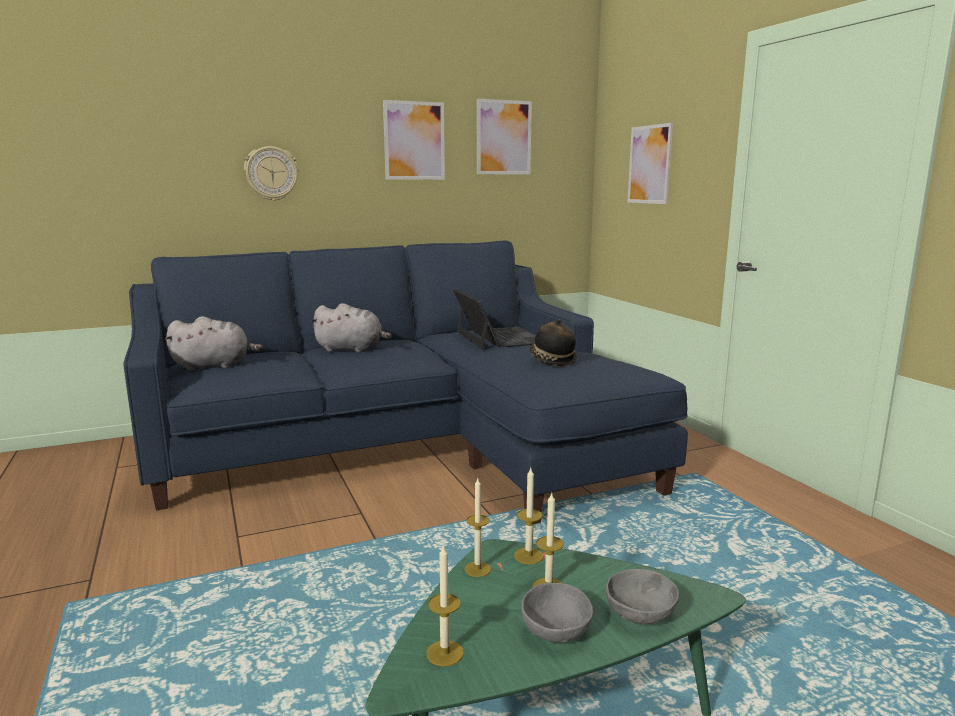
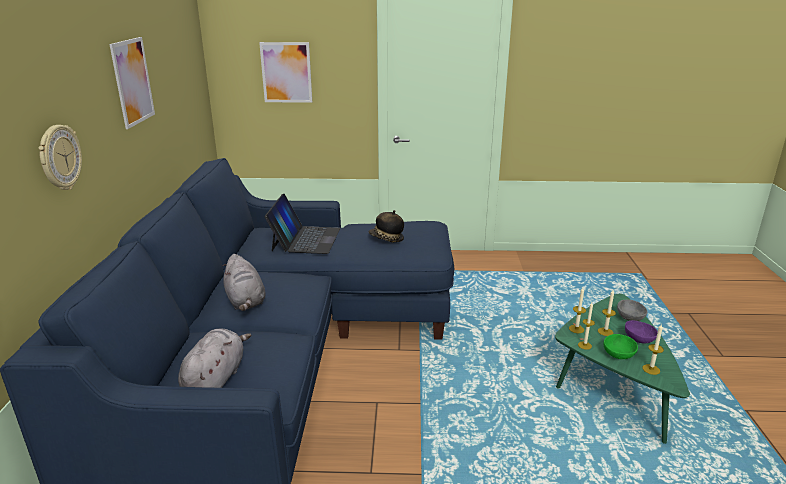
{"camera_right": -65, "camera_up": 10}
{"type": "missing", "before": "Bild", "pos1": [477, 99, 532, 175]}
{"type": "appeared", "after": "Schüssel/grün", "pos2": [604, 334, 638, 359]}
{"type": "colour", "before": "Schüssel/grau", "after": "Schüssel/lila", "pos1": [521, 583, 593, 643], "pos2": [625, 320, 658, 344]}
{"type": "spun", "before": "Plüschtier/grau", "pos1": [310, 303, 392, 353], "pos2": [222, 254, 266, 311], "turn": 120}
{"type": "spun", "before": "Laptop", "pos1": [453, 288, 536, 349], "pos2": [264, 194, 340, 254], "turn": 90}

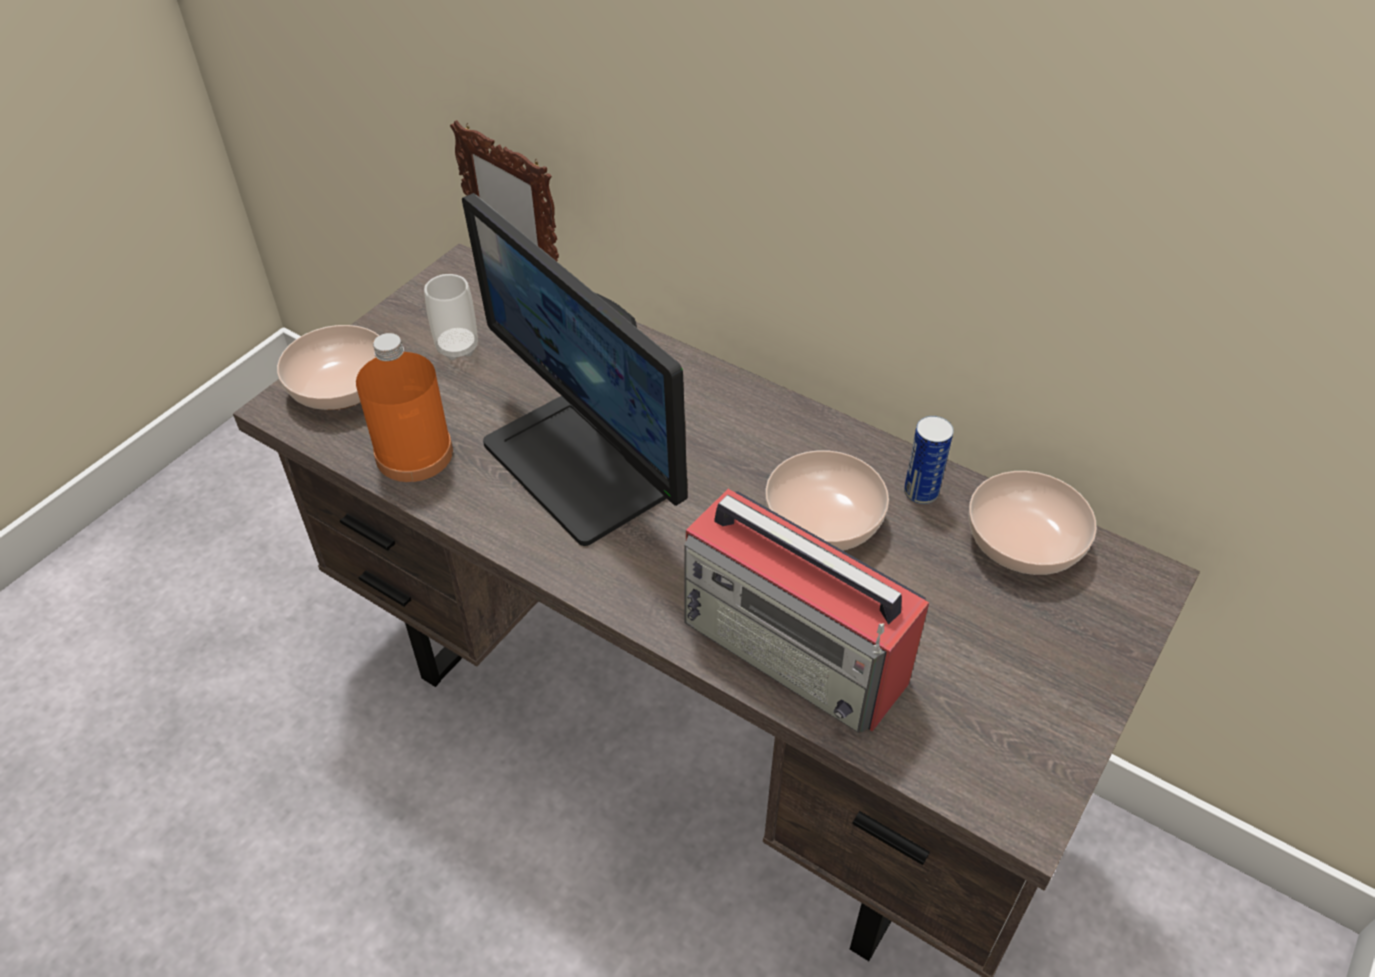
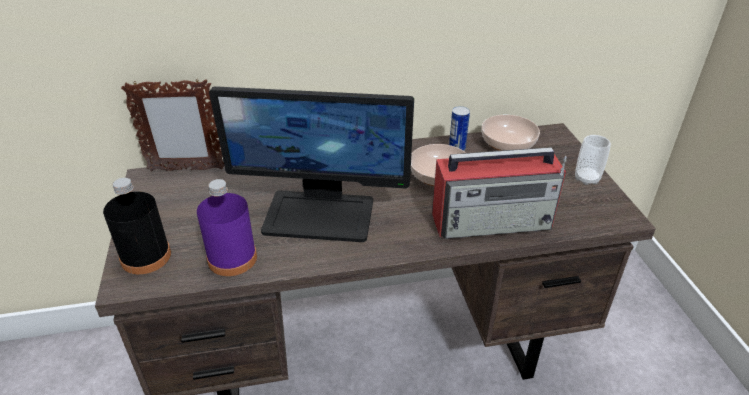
{"camera_right": -45, "camera_up": -10}
{"type": "relocated", "before": "Tasse", "pos1": [424, 274, 478, 360], "pos2": [575, 135, 611, 185]}
{"type": "exchanged", "before": "Schüssel", "after": "Flasche/schwarz", "pos1": [277, 325, 380, 410], "pos2": [103, 178, 171, 274]}
{"type": "colour", "before": "Flasche/orange", "after": "Flasche/lila", "pos1": [356, 333, 453, 482], "pos2": [197, 179, 257, 276]}

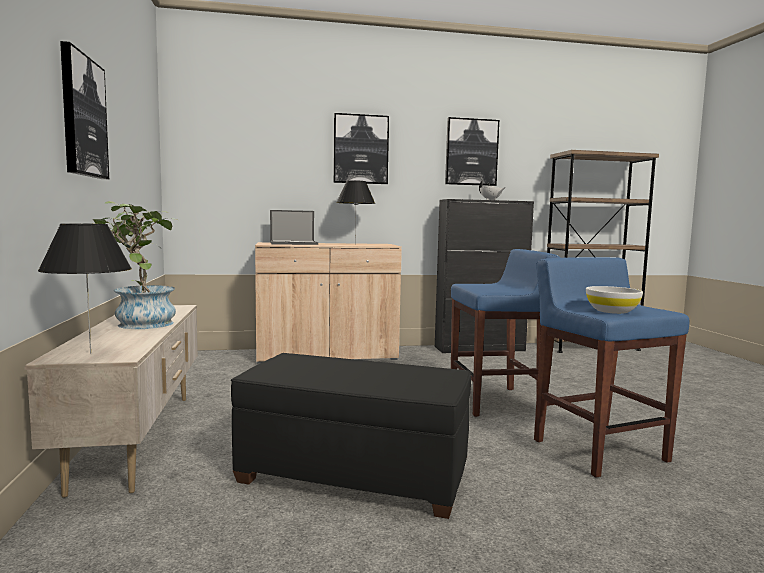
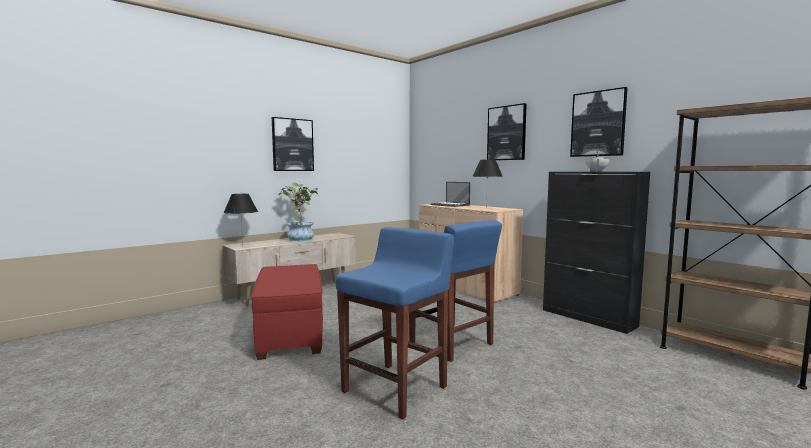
{"camera_right": 60, "camera_up": 0}
{"type": "missing", "before": "Schüssel/weiß", "pos1": [586, 286, 643, 314]}
{"type": "colour", "before": "Polsterhocker/schwarz", "after": "Polsterhocker/rot", "pos1": [231, 353, 471, 519], "pos2": [251, 264, 323, 360]}

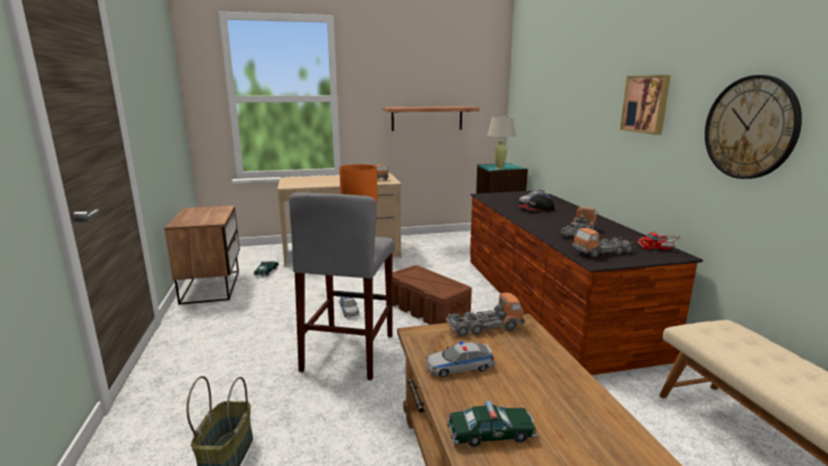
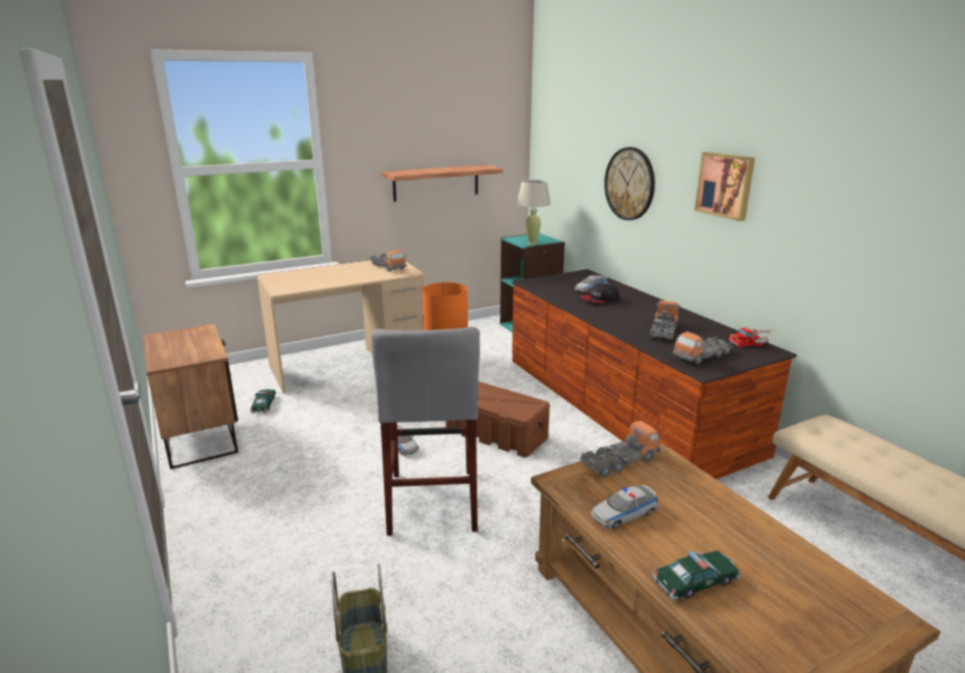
{"camera_right": -15, "camera_up": 5}
{"type": "relocated", "before": "Wanduhr", "pos1": [705, 75, 802, 179], "pos2": [604, 147, 655, 220]}

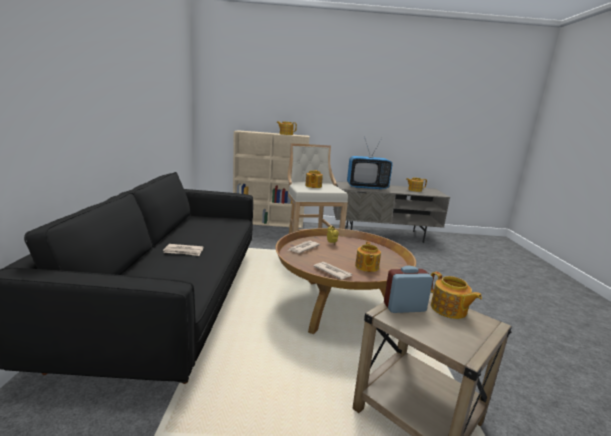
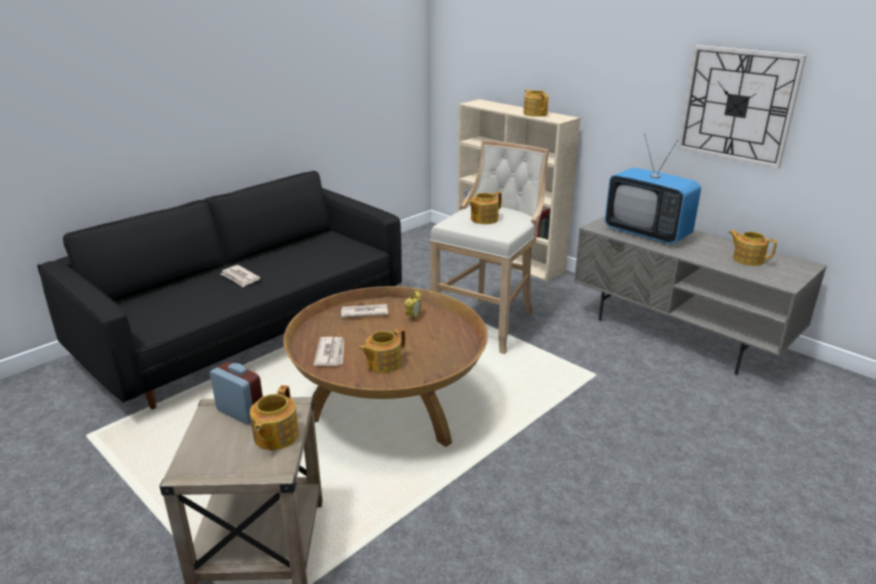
{"camera_right": 45, "camera_up": 10}
{"type": "appeared", "after": "Wanduhr", "pos2": [678, 45, 807, 169]}

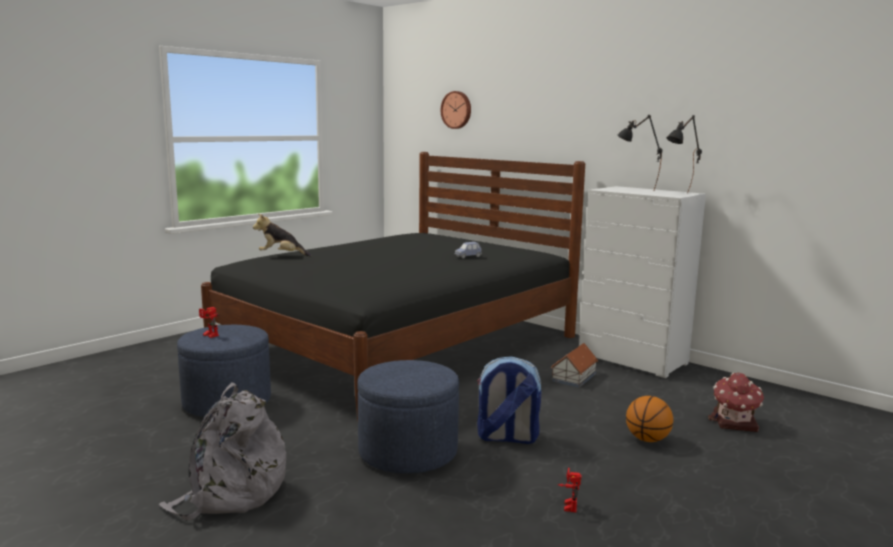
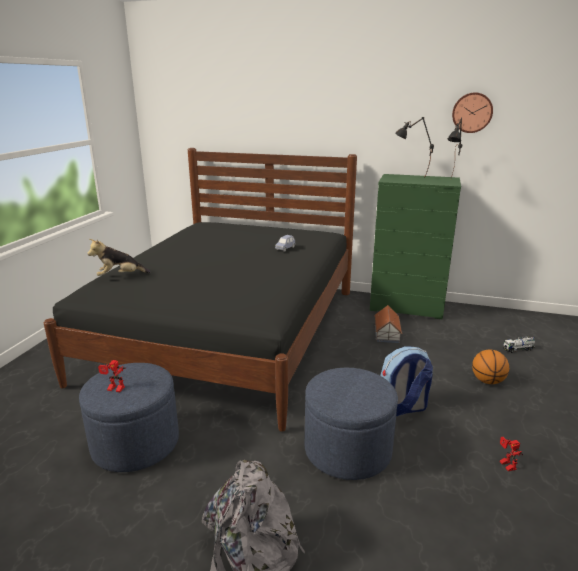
{"camera_right": -25, "camera_up": 10}
{"type": "relocated", "before": "Wanduhr", "pos1": [441, 91, 471, 129], "pos2": [452, 93, 493, 133]}
{"type": "exchanged", "before": "Spielzeughaus", "after": "Spielzeuglaster", "pos1": [708, 372, 764, 432], "pos2": [503, 336, 535, 353]}
{"type": "colour", "before": "Kommode/weiß", "after": "Kommode/grün", "pos1": [579, 186, 706, 378], "pos2": [370, 174, 461, 319]}

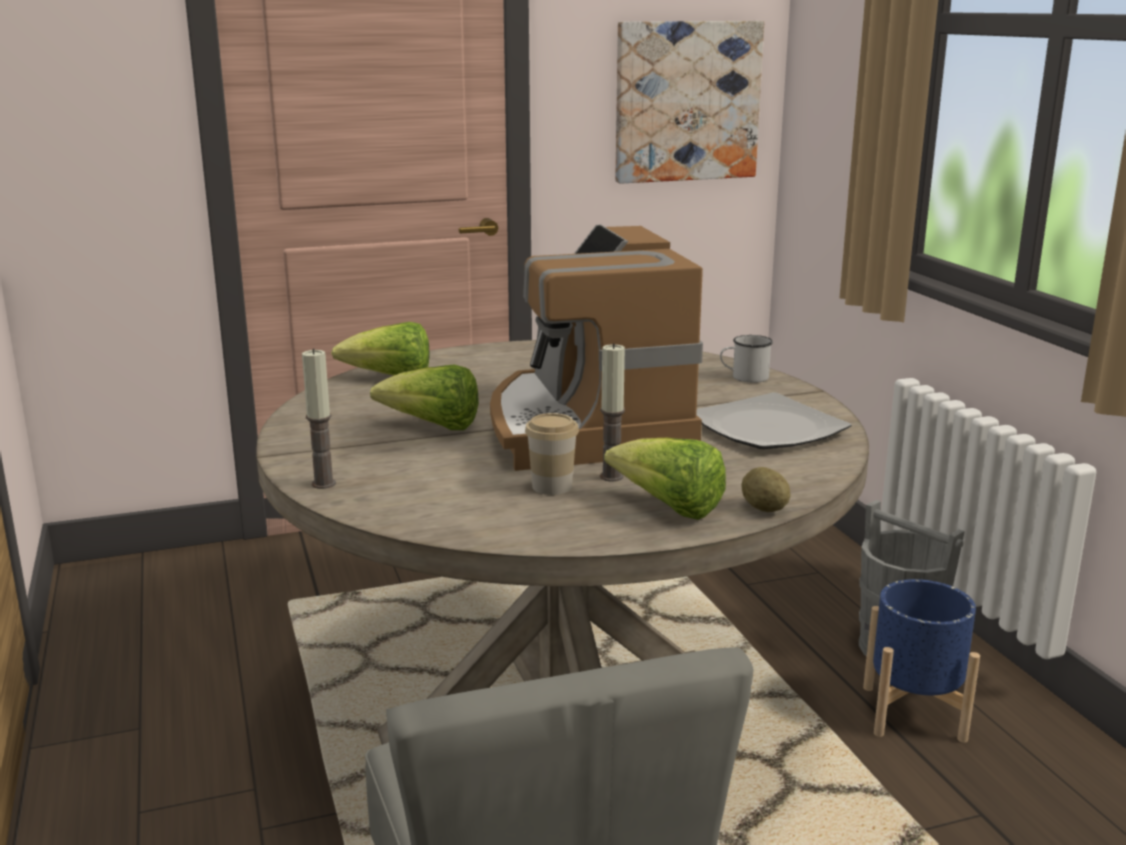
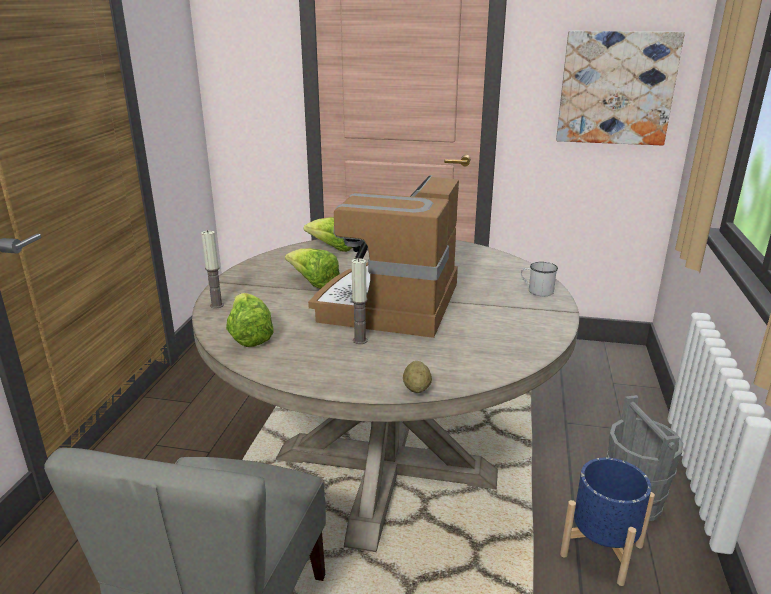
{"camera_right": 30, "camera_up": 5}
{"type": "missing", "before": "Tasse", "pos1": [525, 413, 579, 495]}
{"type": "missing", "before": "Teller", "pos1": [696, 392, 851, 449]}
{"type": "relocated", "before": "Salatkopf", "pos1": [604, 438, 726, 520], "pos2": [226, 293, 274, 347]}

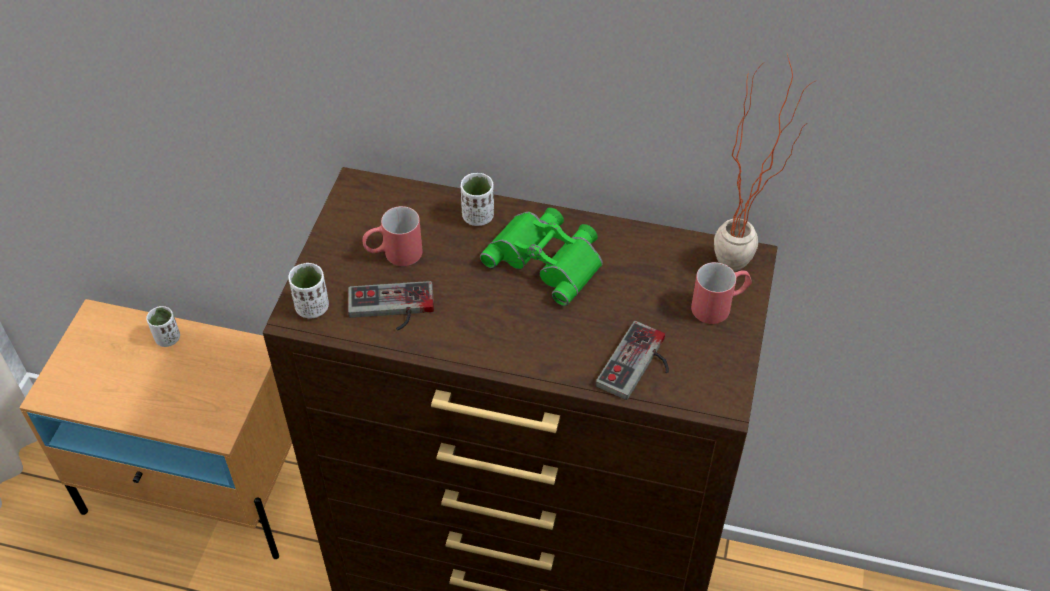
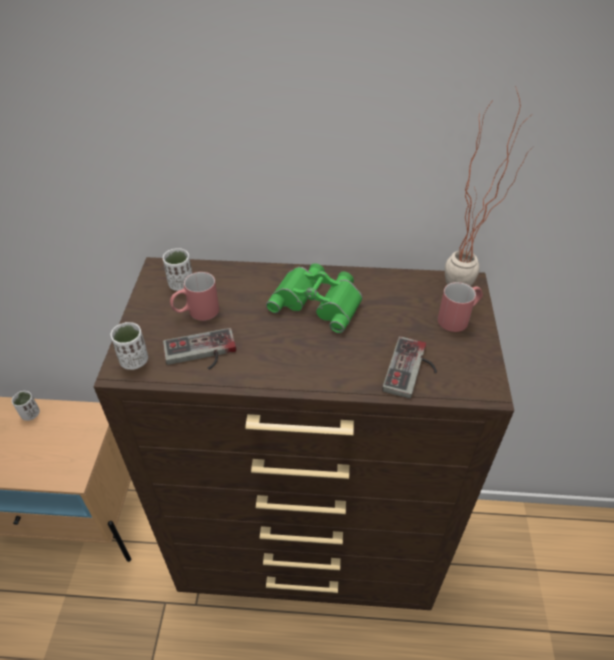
{"camera_right": -10, "camera_up": -5}
{"type": "relocated", "before": "Tasse/weiß", "pos1": [461, 173, 494, 226], "pos2": [163, 248, 192, 291]}

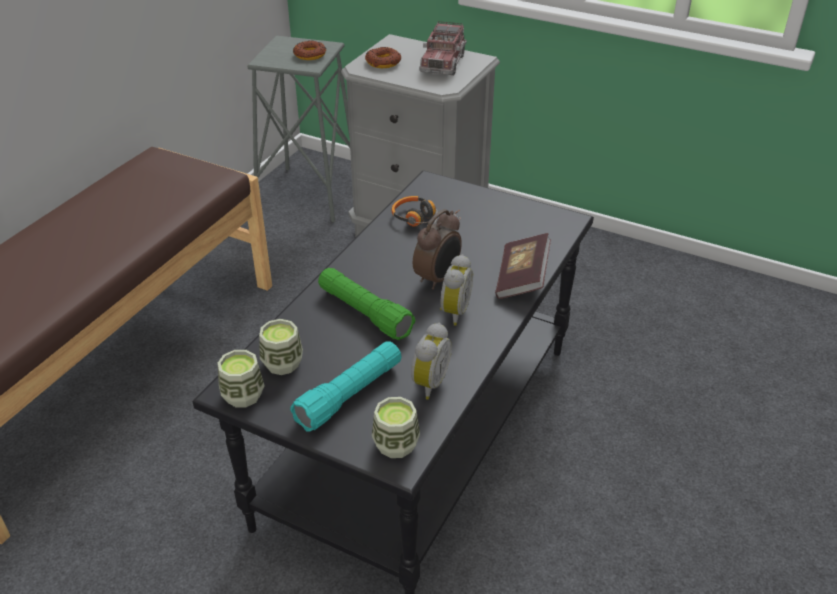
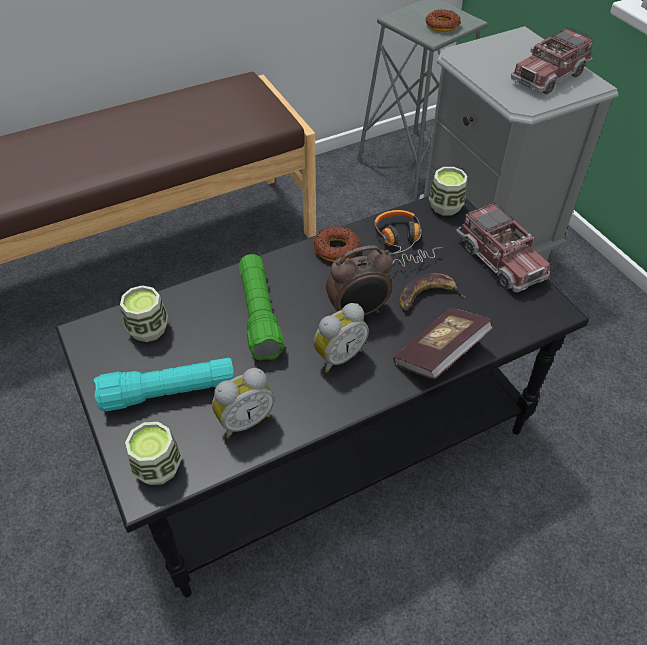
{"camera_right": 35, "camera_up": 10}
{"type": "appeared", "after": "Banane", "pos2": [399, 273, 465, 311]}
{"type": "appeared", "after": "Spielzeuglaster", "pos2": [456, 202, 550, 293]}
{"type": "relocated", "before": "Tasse", "pos1": [218, 350, 265, 407], "pos2": [429, 167, 467, 216]}
{"type": "relocated", "before": "Donut", "pos1": [365, 47, 401, 68], "pos2": [313, 226, 361, 262]}

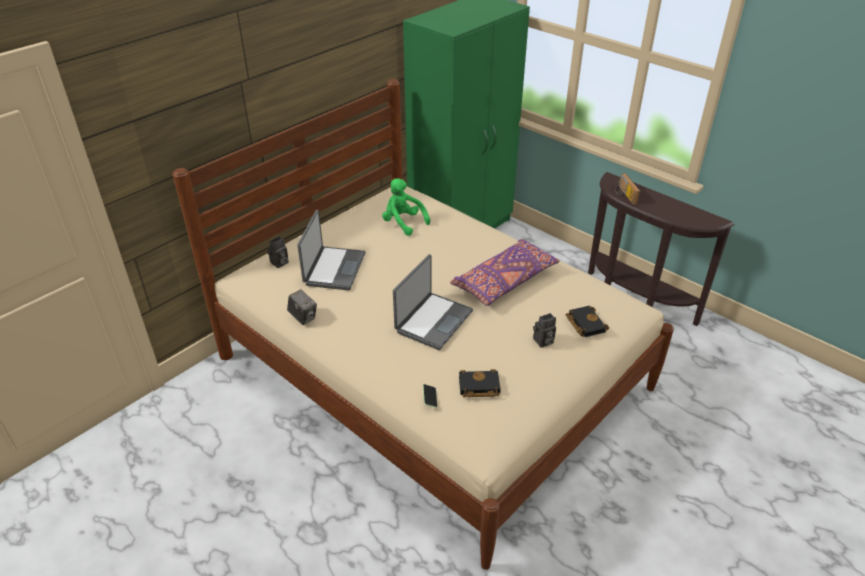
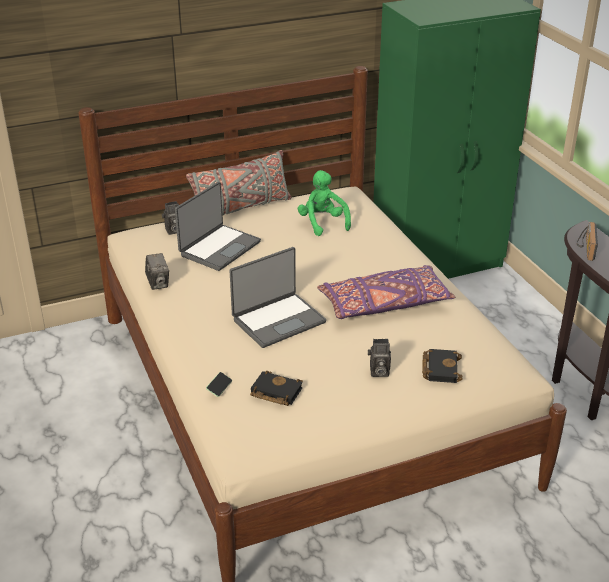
{"camera_right": 25, "camera_up": -5}
{"type": "appeared", "after": "Kissen/grau", "pos2": [186, 150, 291, 215]}

